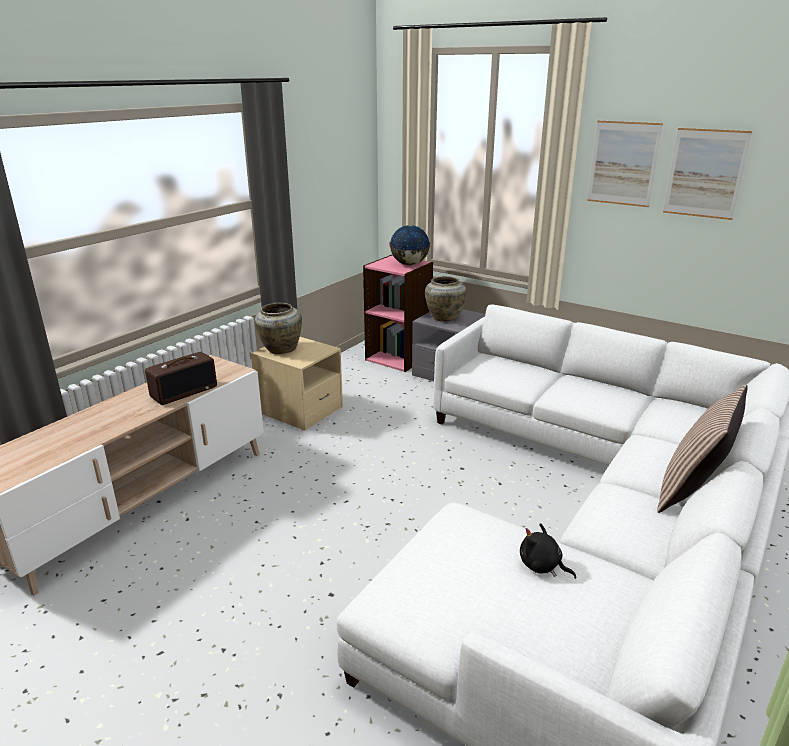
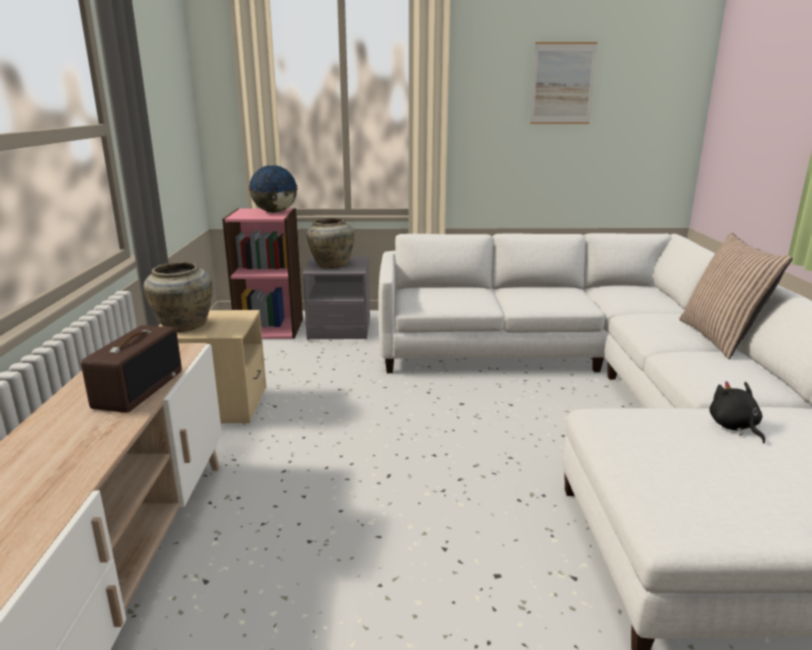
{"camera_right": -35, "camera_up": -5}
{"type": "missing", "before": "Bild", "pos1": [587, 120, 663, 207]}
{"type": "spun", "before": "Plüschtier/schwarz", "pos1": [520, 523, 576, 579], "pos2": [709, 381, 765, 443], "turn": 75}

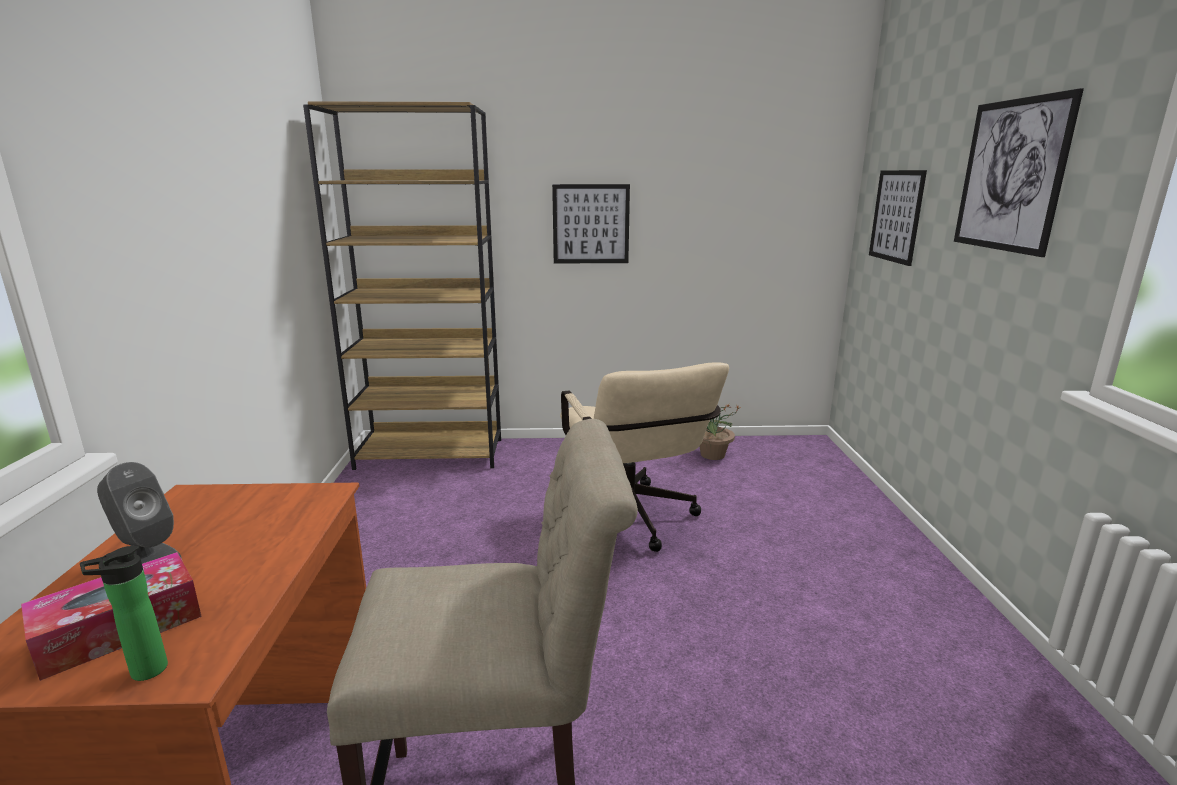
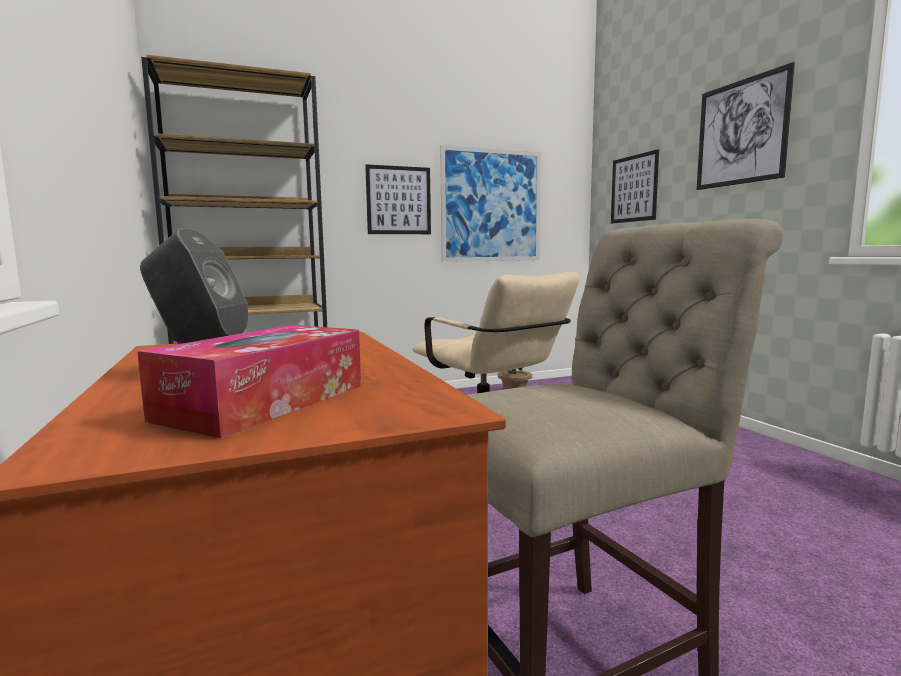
{"camera_right": -20, "camera_up": -10}
{"type": "missing", "before": "Flasche", "pos1": [80, 546, 168, 681]}
{"type": "appeared", "after": "Bild", "pos2": [440, 145, 541, 262]}

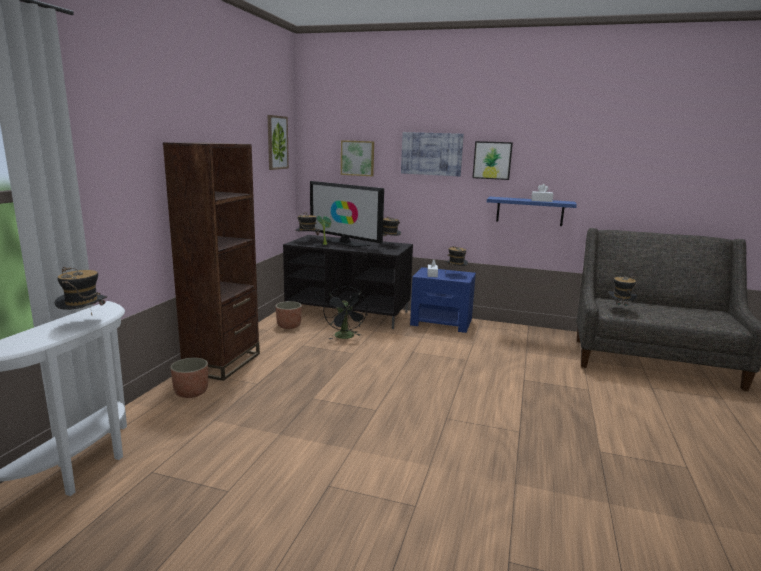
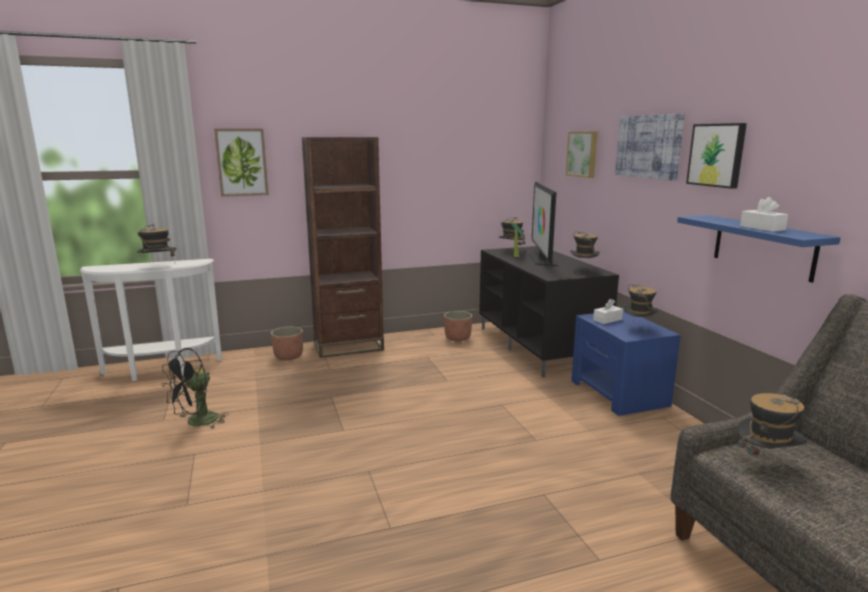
{"camera_right": 55, "camera_up": 0}
{"type": "relocated", "before": "Bild", "pos1": [268, 115, 289, 170], "pos2": [214, 128, 269, 197]}
{"type": "relocated", "before": "Ventilator/schwarz", "pos1": [323, 287, 368, 339], "pos2": [162, 348, 229, 428]}

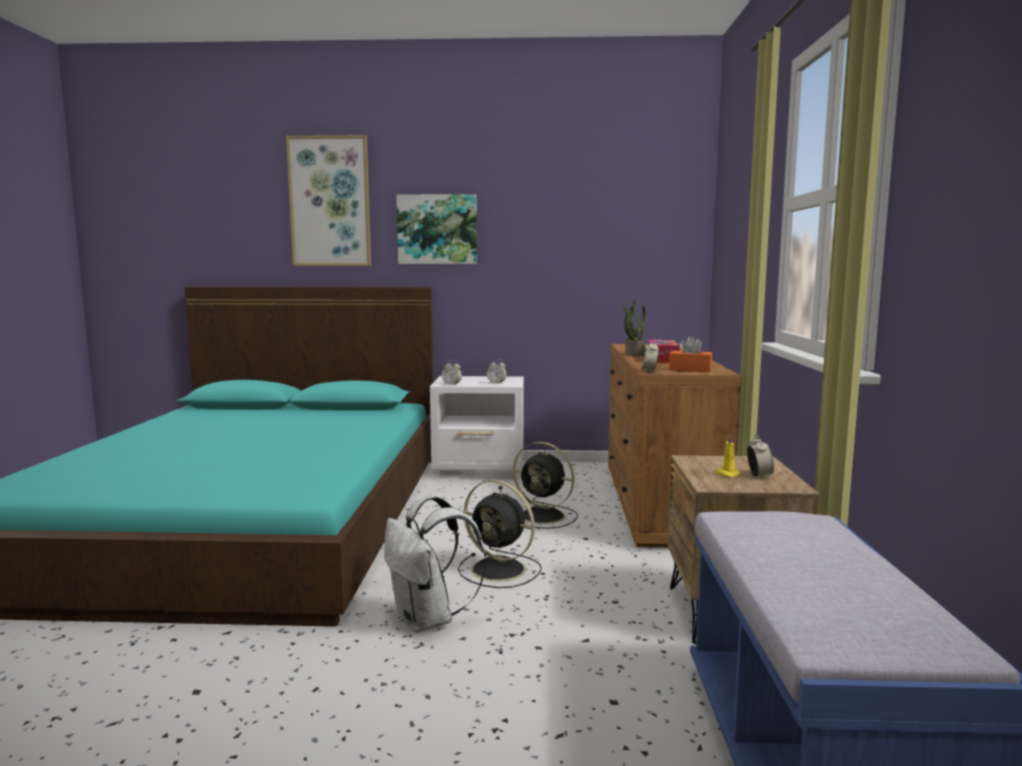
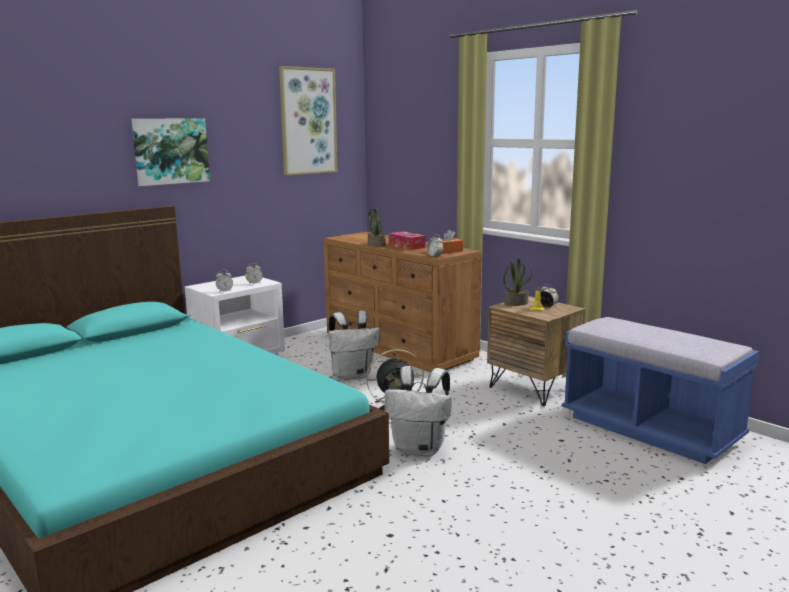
{"camera_right": -45, "camera_up": 5}
{"type": "appeared", "after": "Topfpflanze", "pos2": [503, 258, 532, 306]}
{"type": "relocated", "before": "Bild", "pos1": [286, 135, 371, 266], "pos2": [279, 66, 337, 175]}
{"type": "exchanged", "before": "Ventilator/schwarz", "after": "Rucksack/weiß", "pos1": [513, 442, 578, 529], "pos2": [329, 310, 380, 380]}

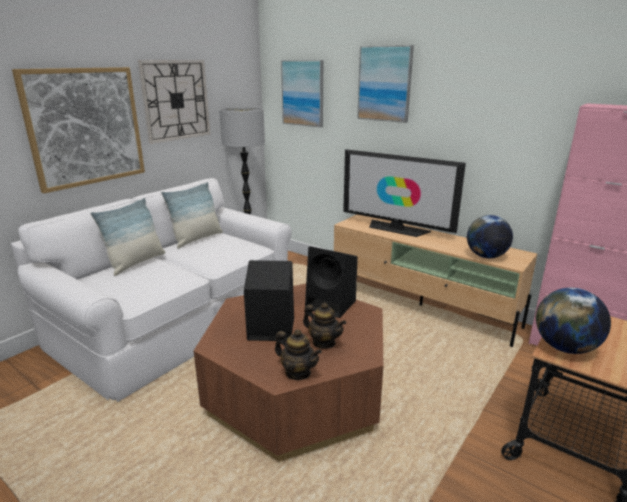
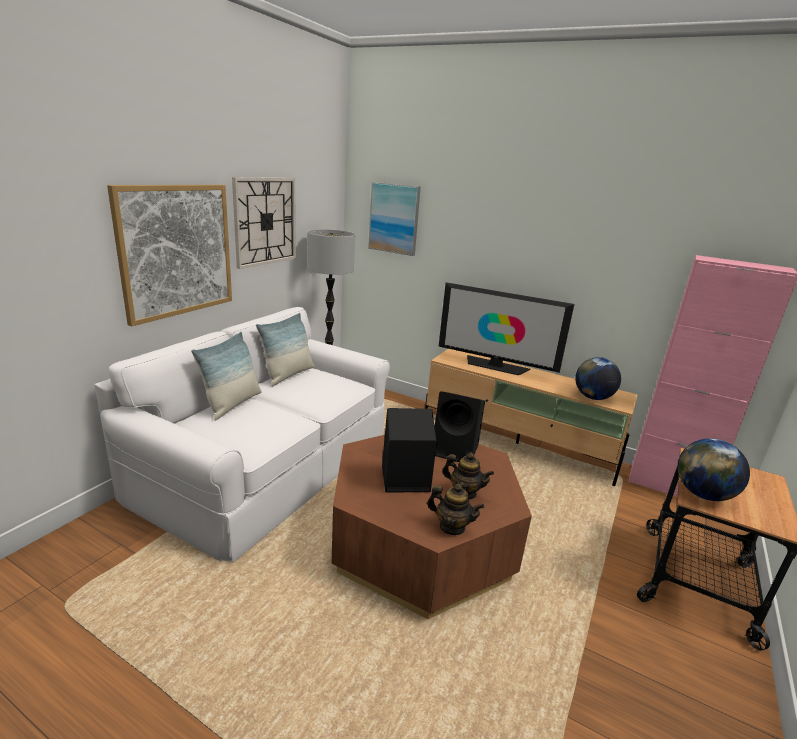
{"camera_right": -10, "camera_up": 0}
{"type": "missing", "before": "Bild", "pos1": [357, 45, 414, 123]}

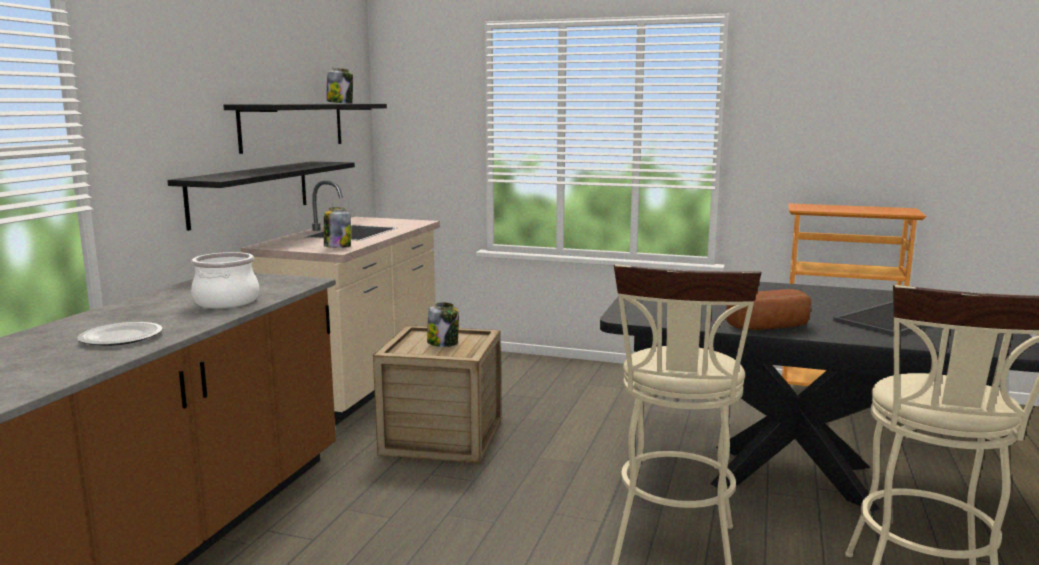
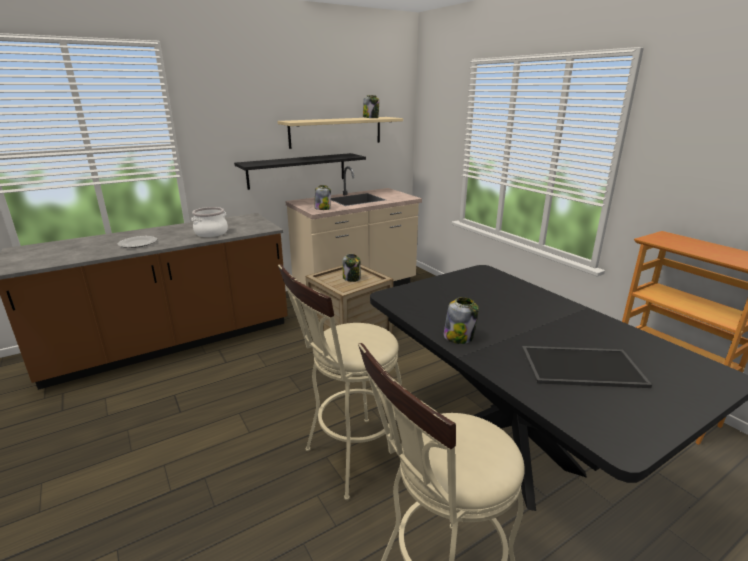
{"camera_right": 40, "camera_up": 10}
{"type": "exchanged", "before": "Brot", "after": "Vorratsglas", "pos1": [726, 289, 811, 330], "pos2": [443, 297, 479, 344]}
{"type": "colour", "before": "Wandregal/schwarz", "after": "Wandregal/beige", "pos1": [223, 104, 387, 154], "pos2": [277, 117, 403, 149]}

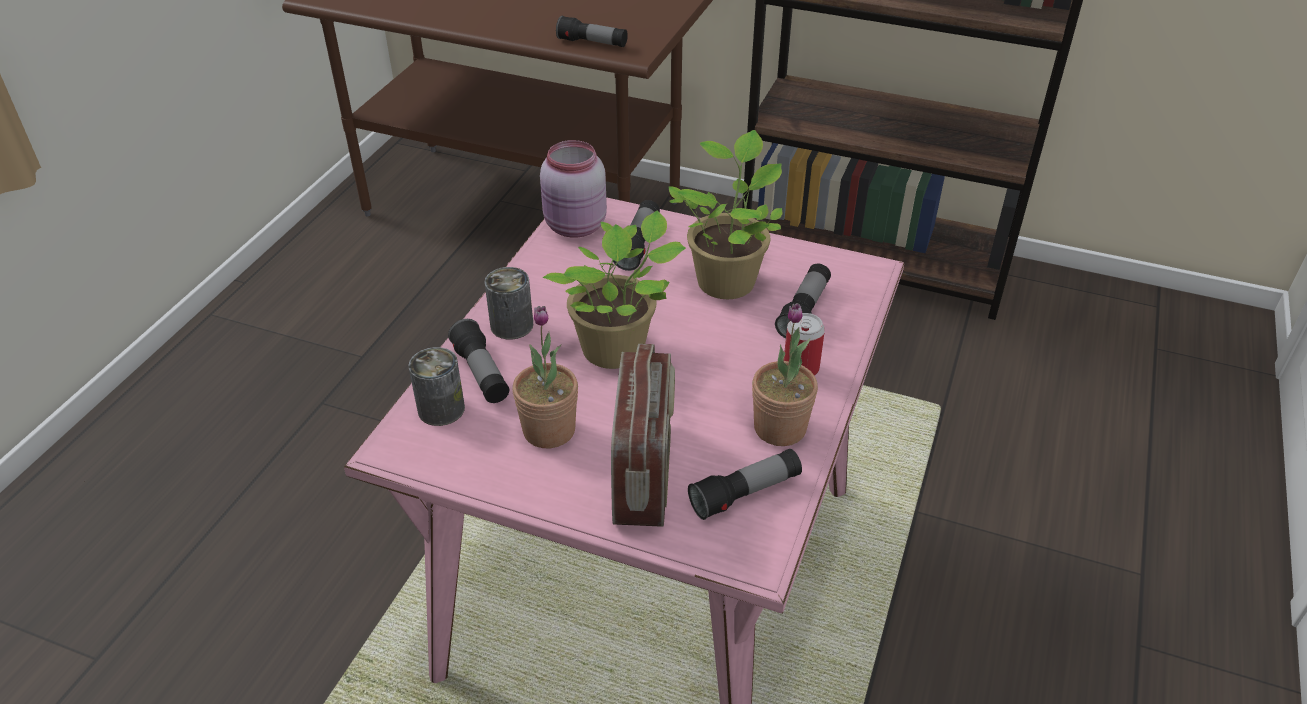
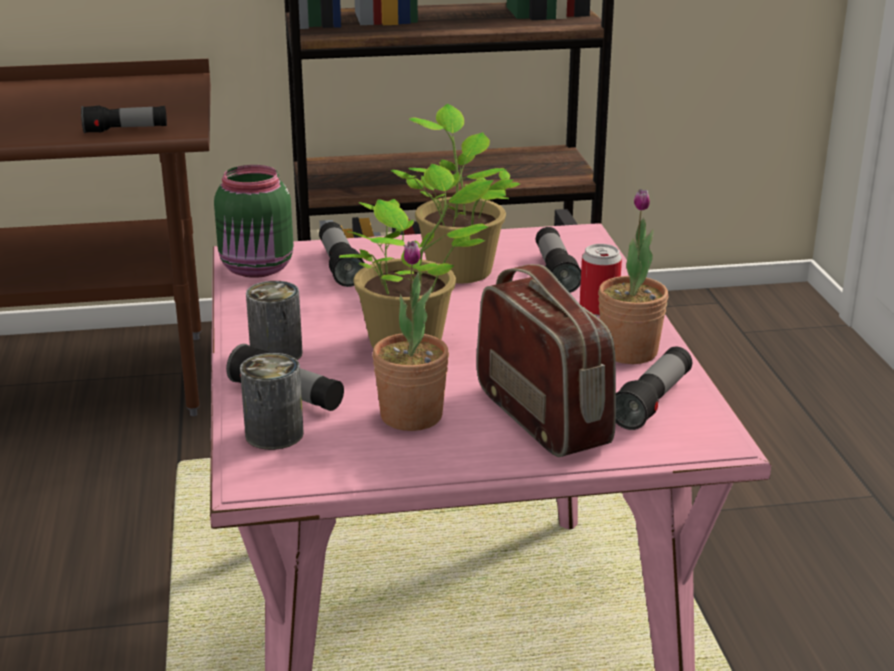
{"camera_right": -30, "camera_up": -15}
{"type": "colour", "before": "Vorratsglas/rosa", "after": "Vorratsglas/grün", "pos1": [540, 140, 607, 238], "pos2": [214, 165, 293, 278]}

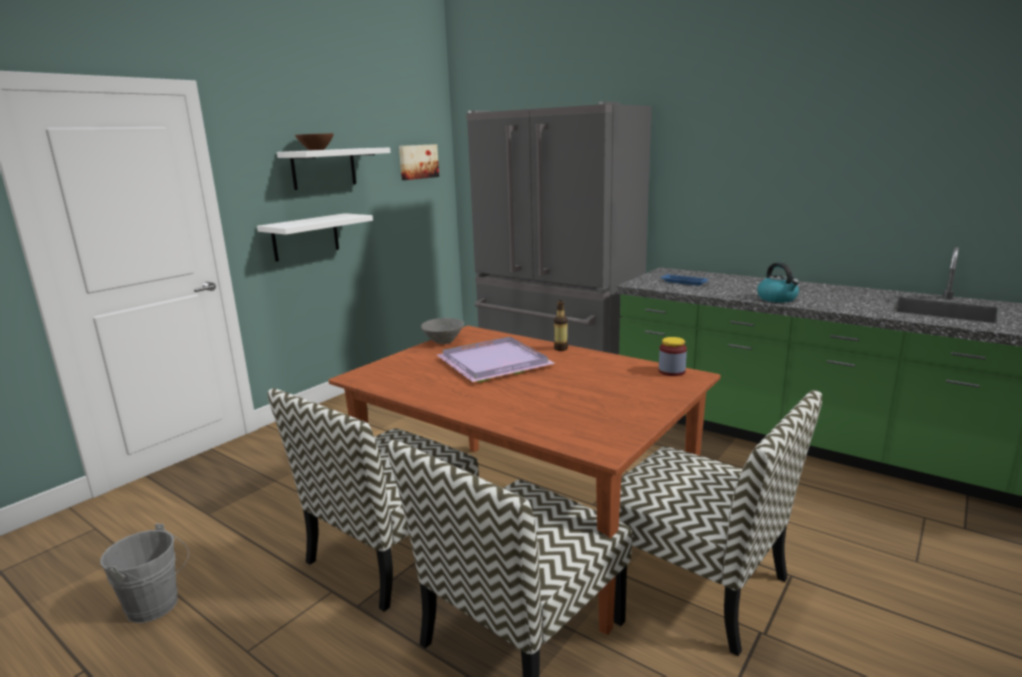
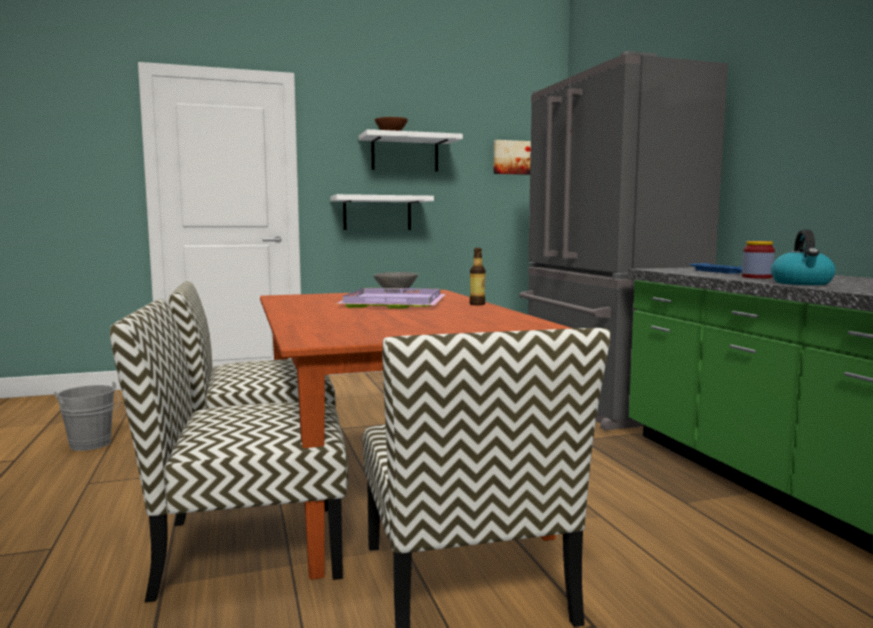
{"camera_right": 35, "camera_up": -10}
{"type": "relocated", "before": "Vorratsglas", "pos1": [659, 337, 687, 376], "pos2": [742, 241, 775, 279]}

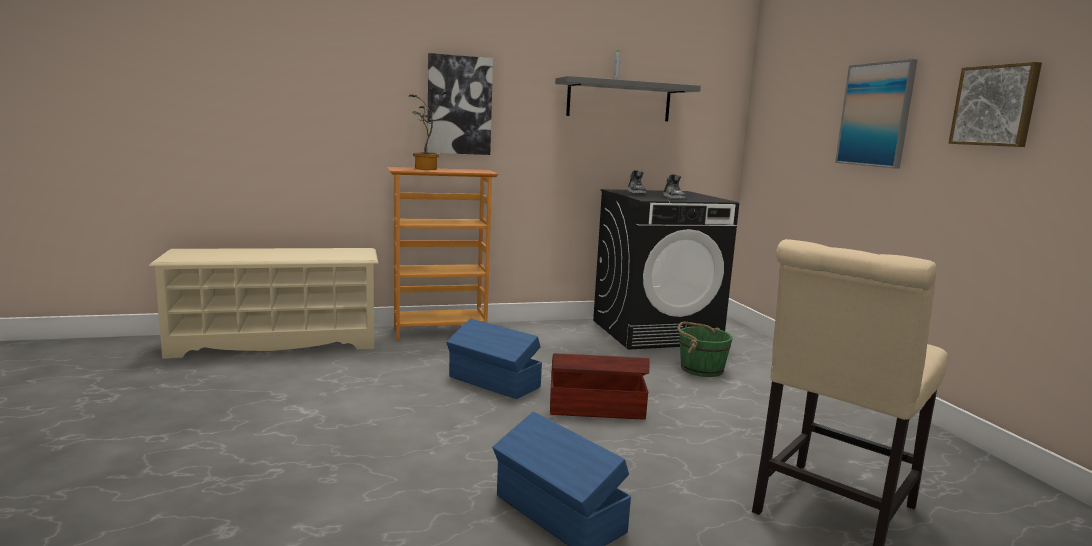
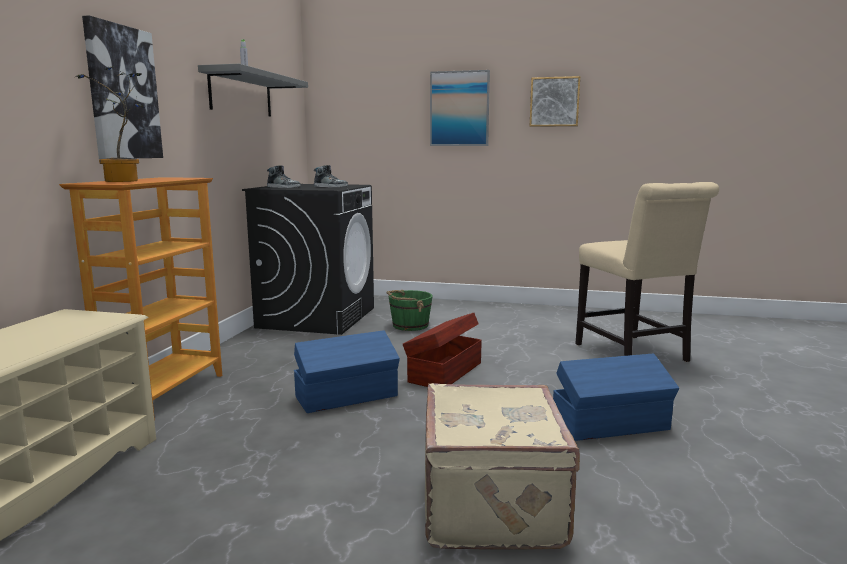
{"camera_right": -60, "camera_up": 0}
{"type": "appeared", "after": "Koffer/beige", "pos2": [425, 383, 580, 550]}

